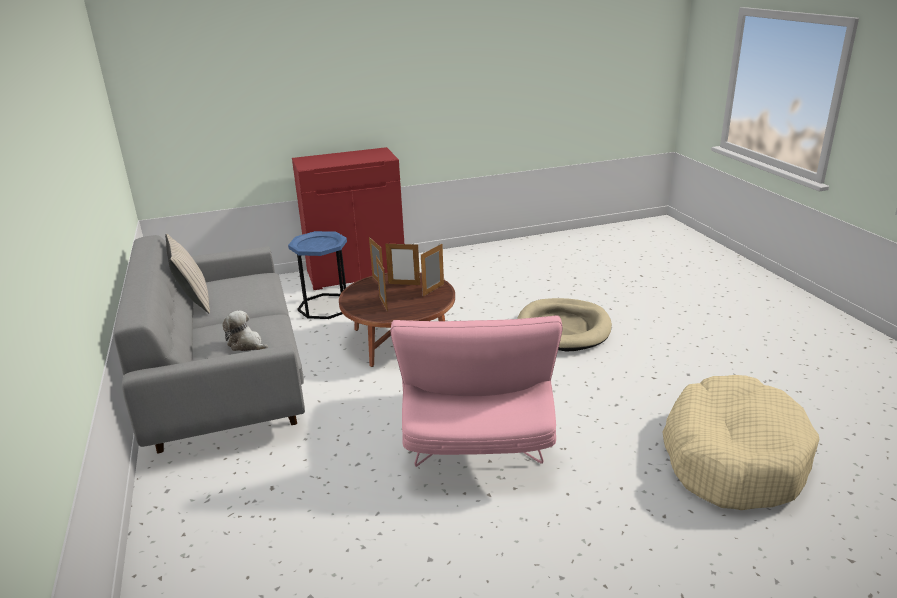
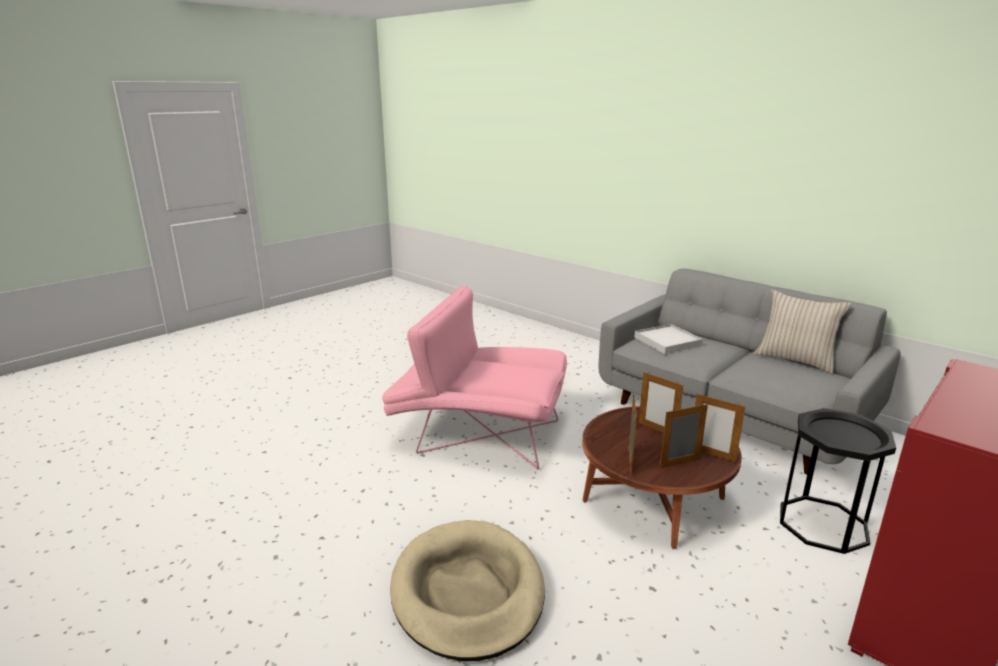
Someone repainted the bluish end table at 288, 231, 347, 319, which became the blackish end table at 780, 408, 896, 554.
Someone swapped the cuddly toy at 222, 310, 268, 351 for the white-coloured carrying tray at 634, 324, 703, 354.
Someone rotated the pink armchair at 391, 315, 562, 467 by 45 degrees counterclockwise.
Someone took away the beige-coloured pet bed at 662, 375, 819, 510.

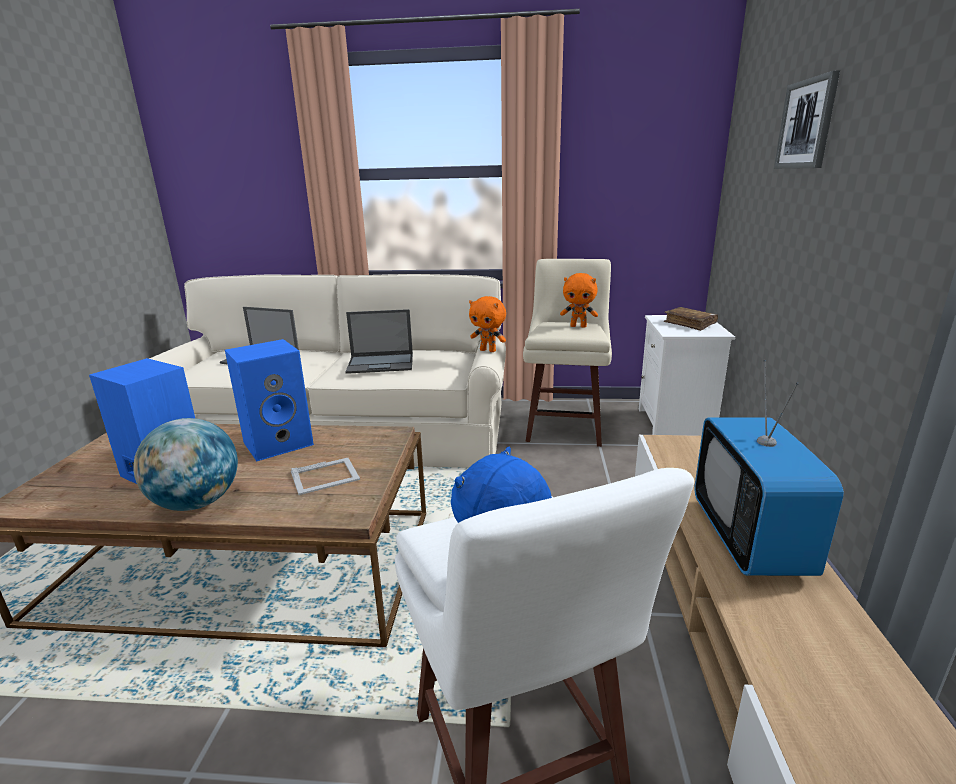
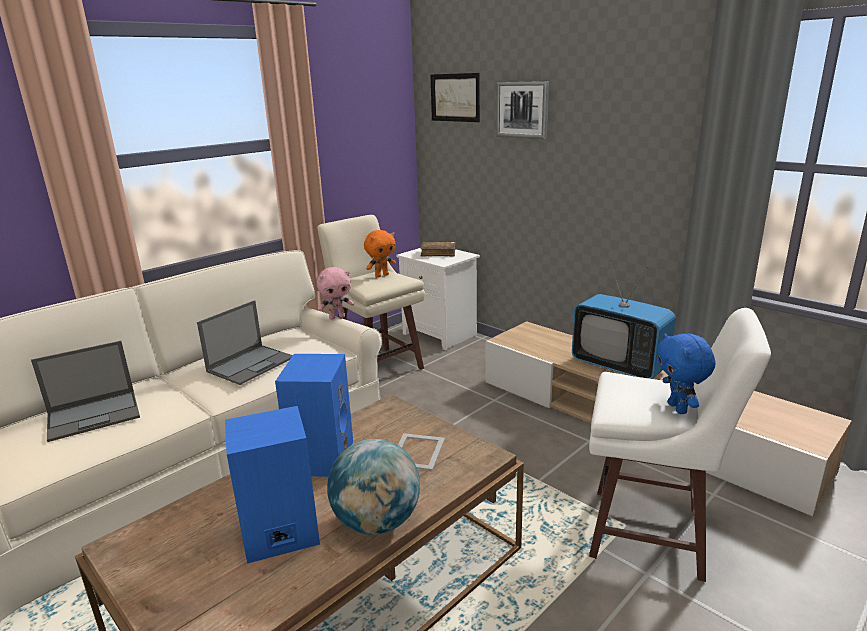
Someone repainted the orange cuddly toy at 469, 296, 506, 352, which became the pink cuddly toy at 317, 267, 354, 320.
Someone put up the wall picture at 430, 73, 480, 122.

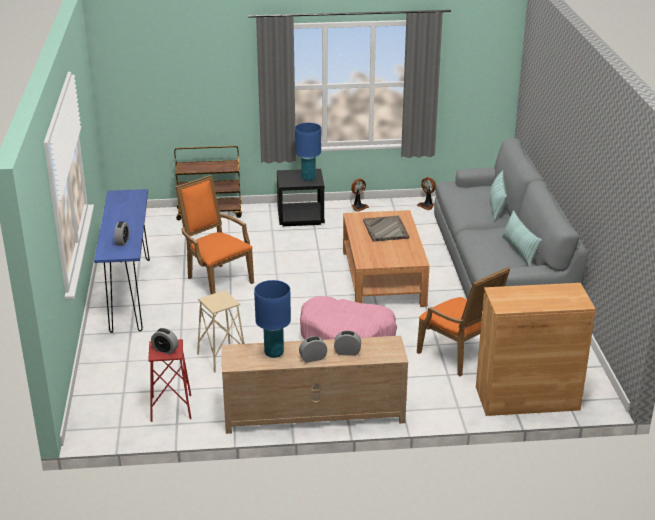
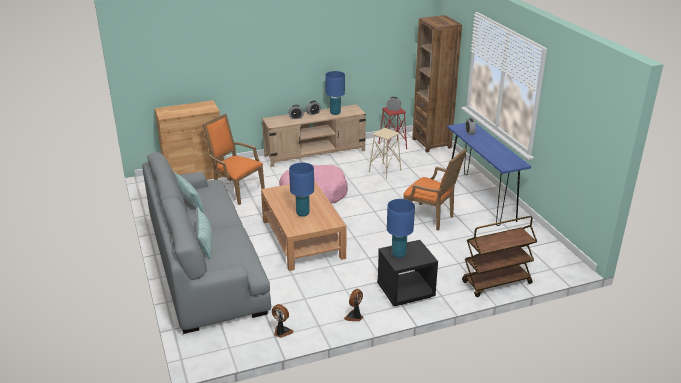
Someone swapped the gray carrying tray at 363, 215, 409, 242 for the bluish lamp for a table at 289, 163, 314, 216.
Someone put down the brownish bookshelf at 412, 15, 462, 152.

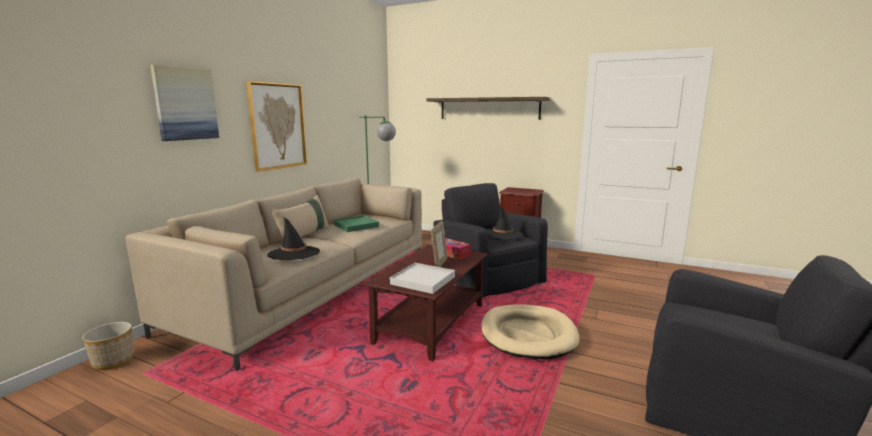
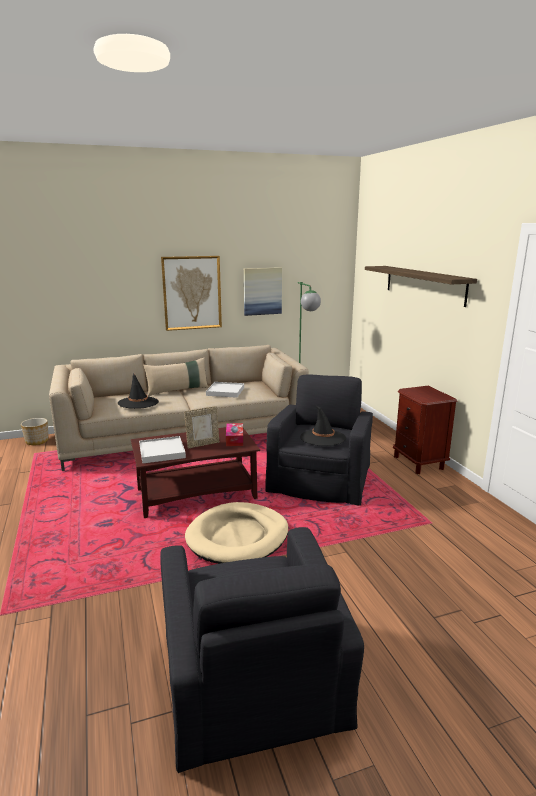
Someone carried the wall picture from 150, 65, 219, 141 to 244, 267, 282, 316.
Someone repainted the green carrying tray at 333, 215, 379, 232, which became the white-coloured carrying tray at 206, 382, 244, 398.

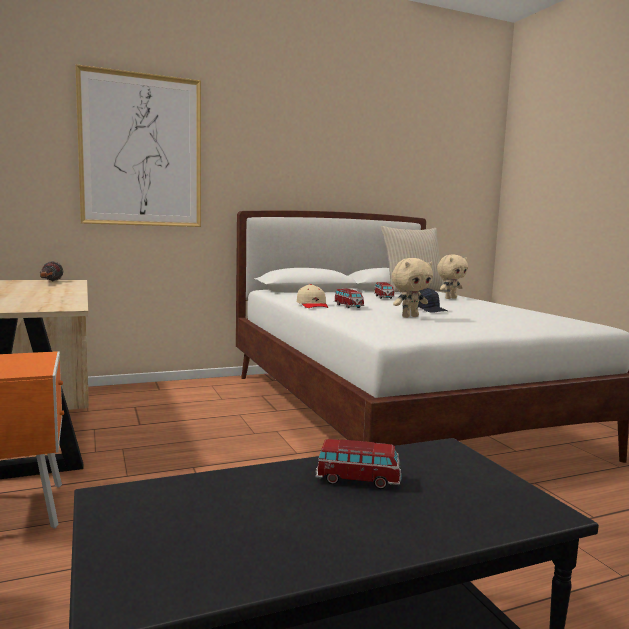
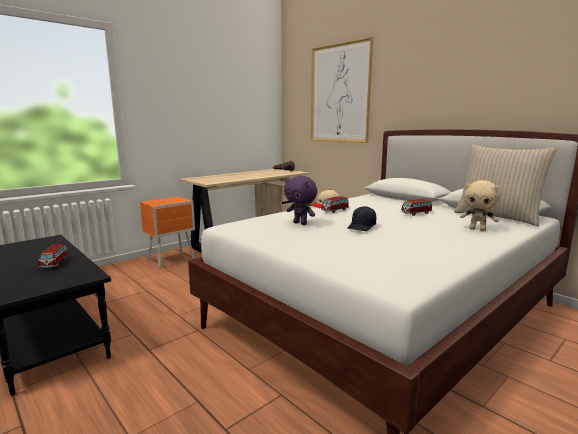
Someone repainted the beige-coloured cuddly toy at 392, 258, 433, 318, which became the purple-coloured cuddly toy at 284, 176, 318, 225.

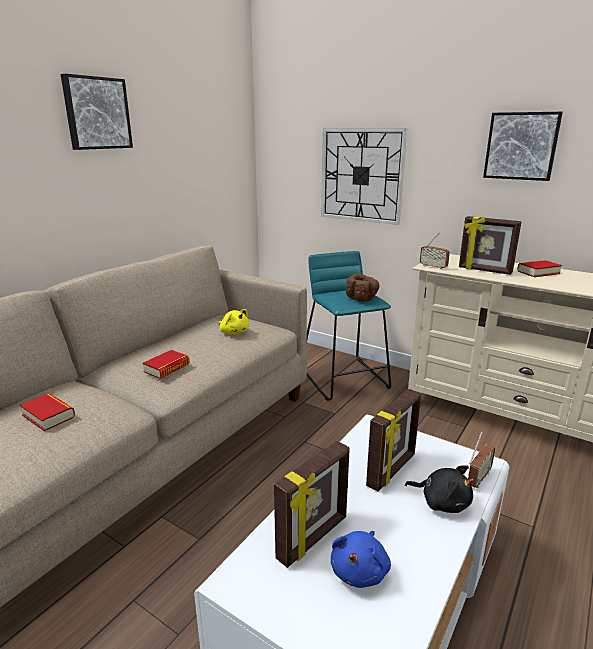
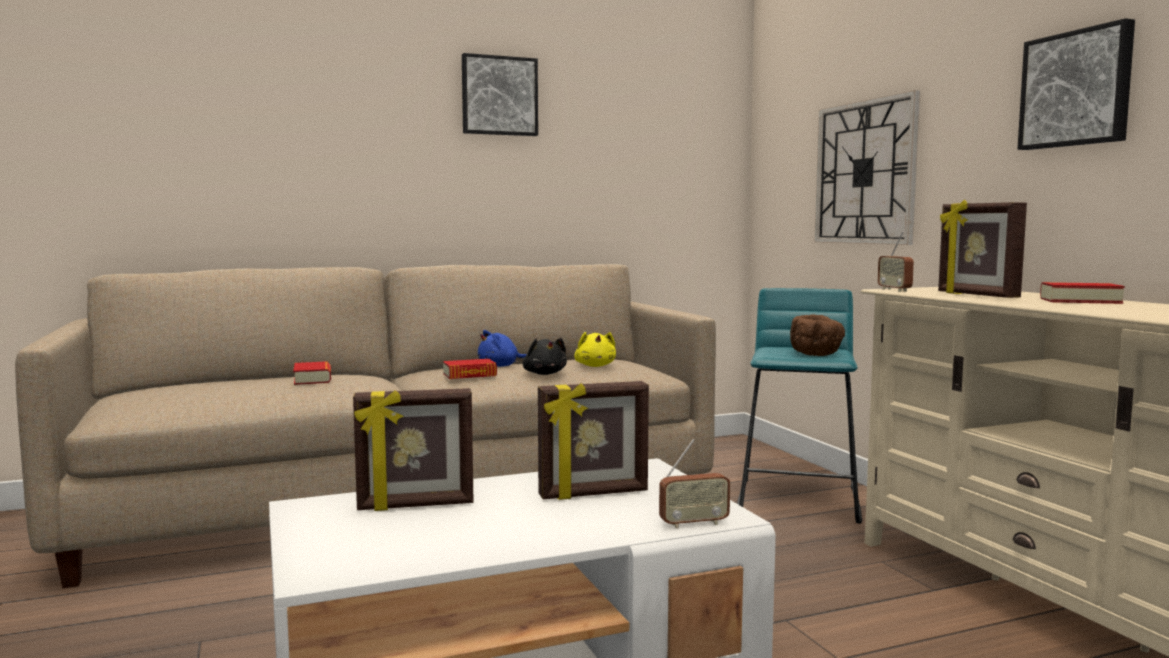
Someone carried the blackish cuddly toy from 405, 465, 474, 513 to 523, 338, 567, 375.
Someone carried the bluish cuddly toy from 331, 531, 391, 588 to 478, 330, 527, 367.

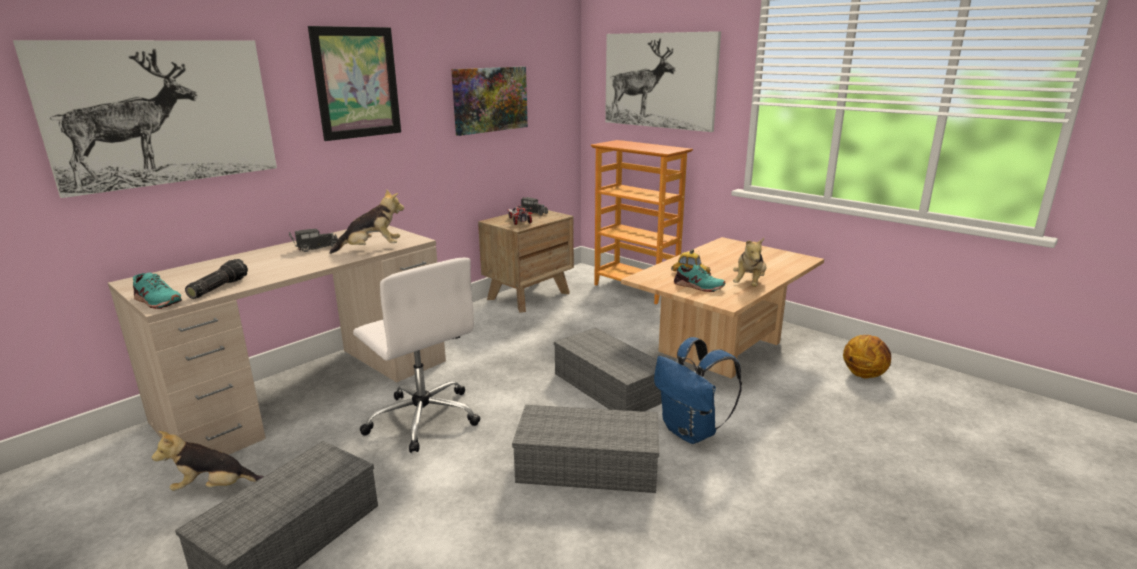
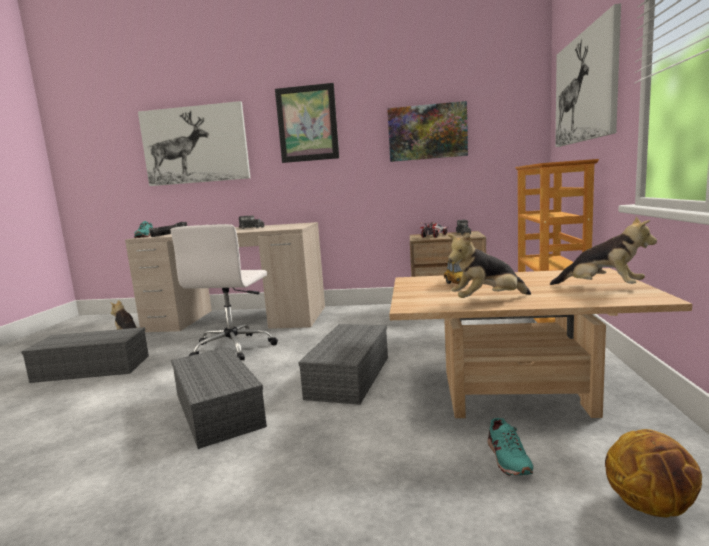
Someone carried the cuddly toy from 329, 189, 404, 254 to 550, 217, 657, 285.
Someone carried the turquoise-coloured low shoe from 674, 264, 725, 292 to 487, 418, 533, 476.
Someone took away the bluish knapsack at 654, 337, 742, 444.

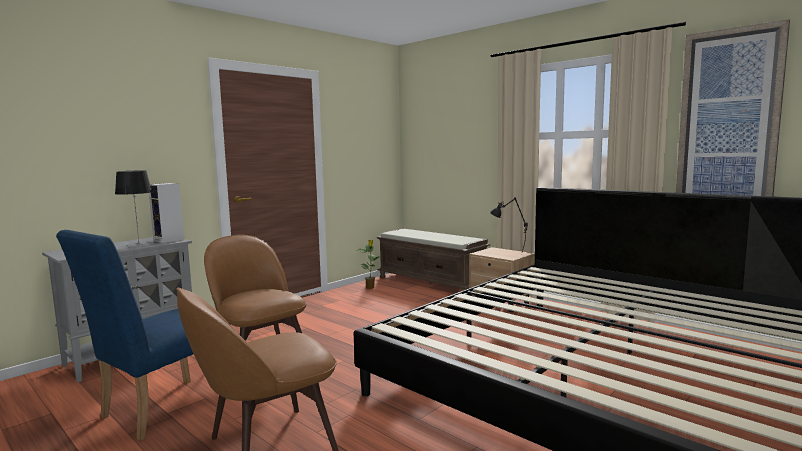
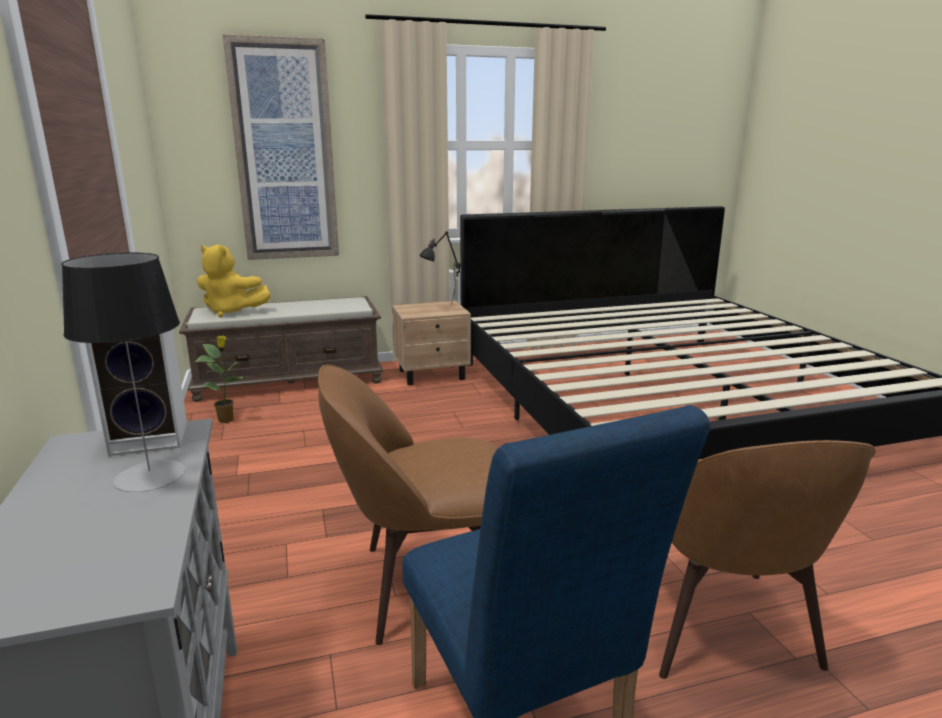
Someone carried the wall picture from 676, 19, 790, 197 to 223, 34, 339, 260.
Someone put down the yellow cuddly toy at 197, 245, 270, 317.

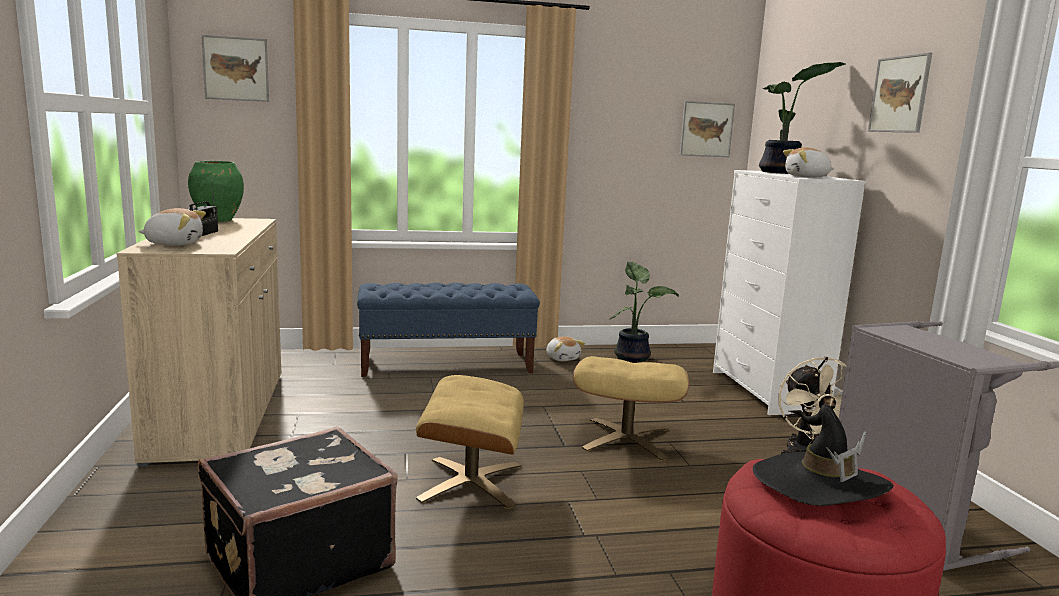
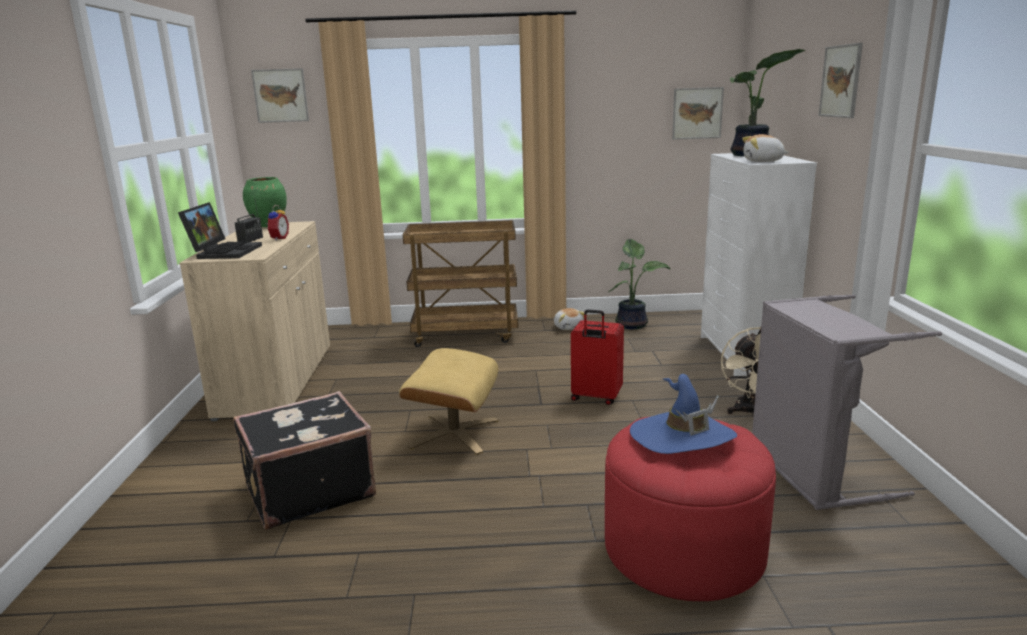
Someone swapped the cuddly toy at 138, 208, 206, 246 for the portable computer at 178, 202, 262, 259.
Someone swapped the bluish indoor bench at 357, 282, 540, 377 for the brownish wheeled cart at 403, 220, 518, 347.
Someone swapped the beige-coloured footrest at 573, 356, 689, 461 for the red-coloured piece of luggage at 571, 309, 624, 405.
Someone repainted the blackish clothing hat at 753, 404, 894, 506, which became the bluish clothing hat at 630, 374, 737, 454.
Someone put down the bedside clock at 266, 205, 289, 241.

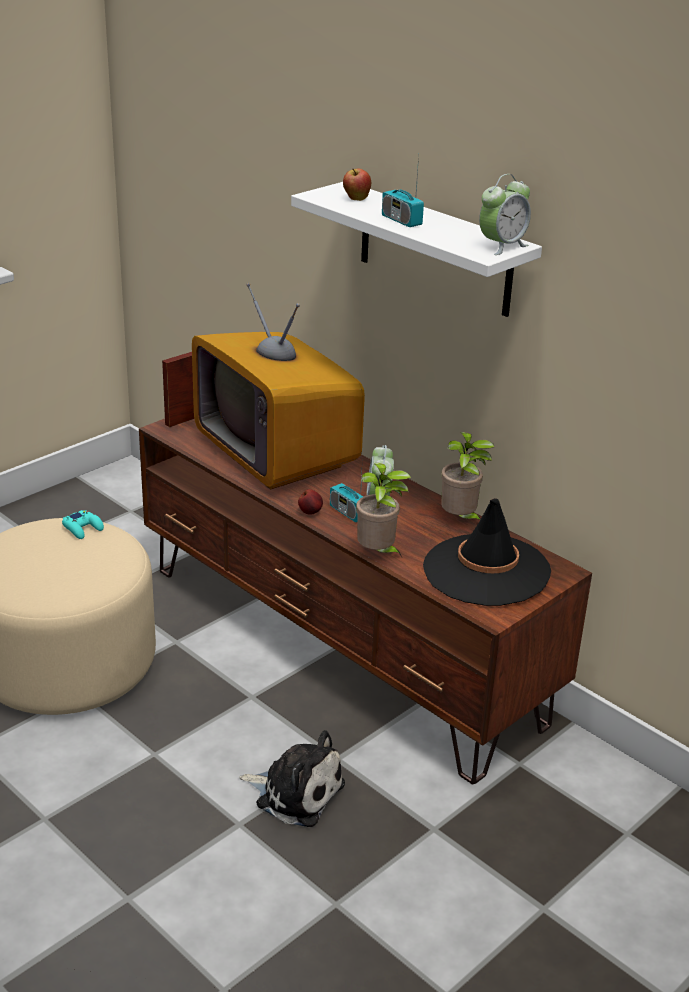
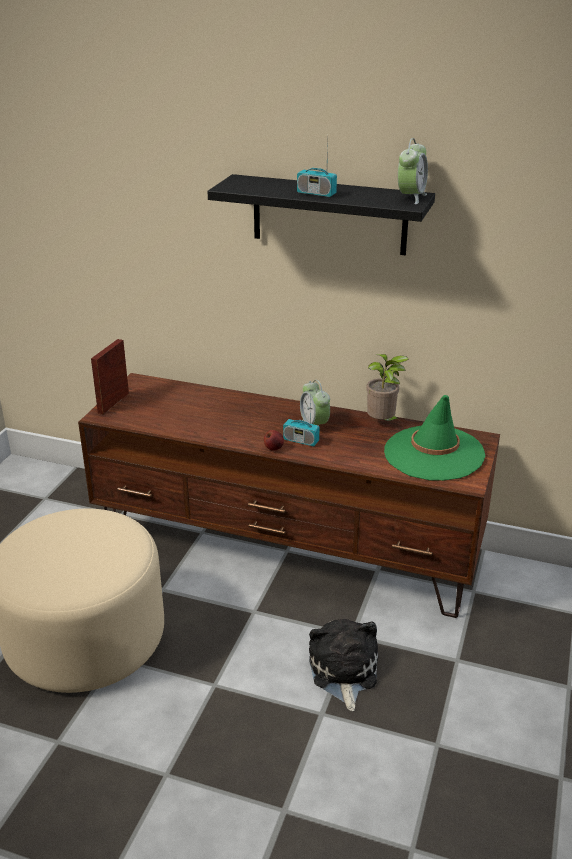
Someone took away the apple fruit at 343, 168, 371, 201.
Someone repainted the white-coloured wall shelf at 291, 182, 542, 317, which became the blackish wall shelf at 207, 174, 435, 255.
Someone took away the TV set at 192, 283, 365, 489.
Someone took away the potted plant at 356, 463, 411, 557.
Someone repainted the blackish clothing hat at 423, 498, 551, 606, which became the green clothing hat at 384, 395, 485, 481.
Someone took away the turquoise-coloured joypad at 62, 510, 104, 539.
Someone rotated the cuddly toy at 239, 730, 345, 827 by 90 degrees counterclockwise.

